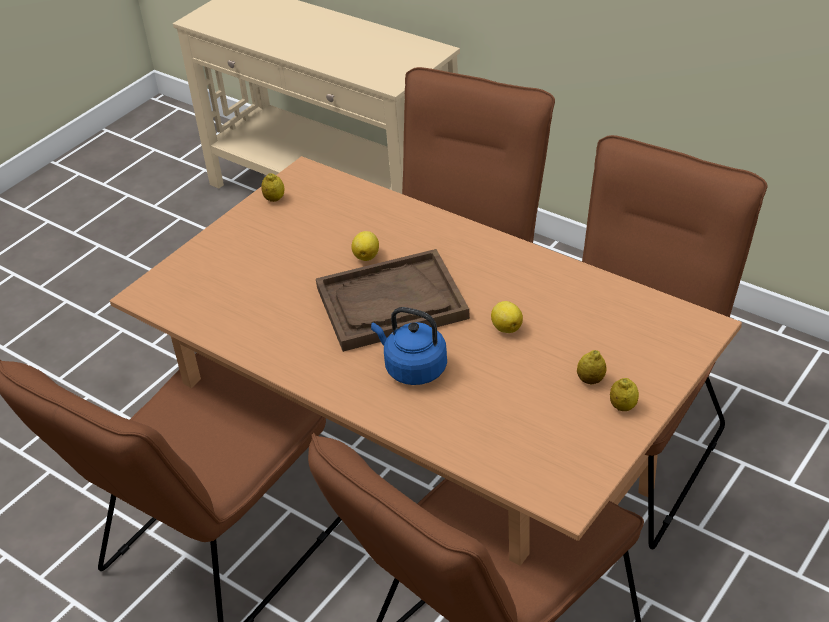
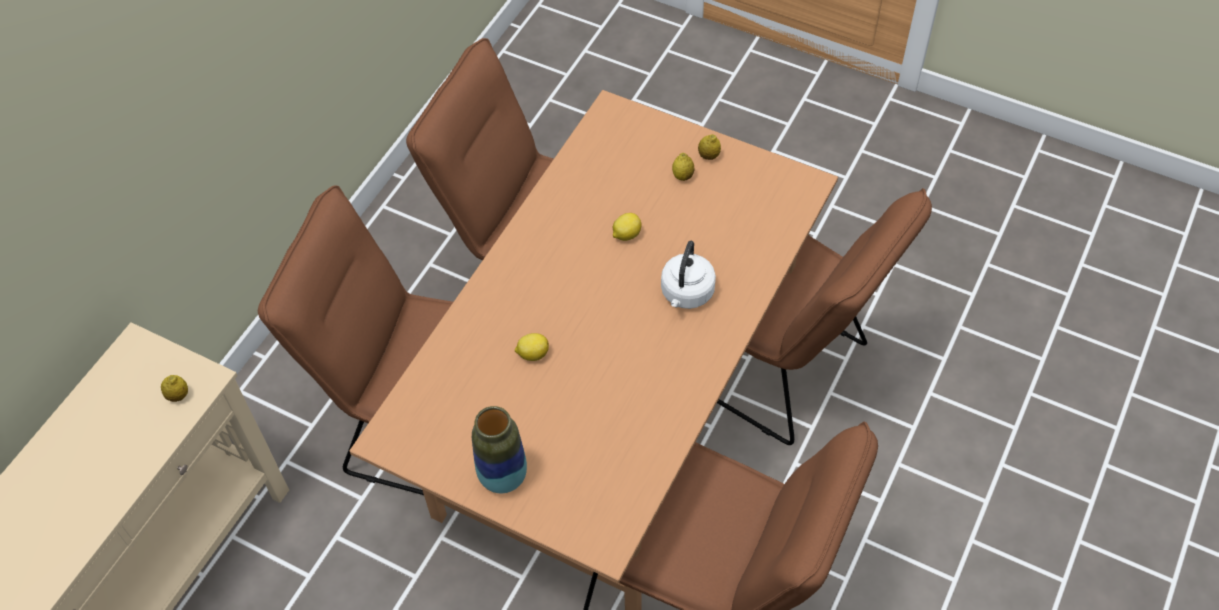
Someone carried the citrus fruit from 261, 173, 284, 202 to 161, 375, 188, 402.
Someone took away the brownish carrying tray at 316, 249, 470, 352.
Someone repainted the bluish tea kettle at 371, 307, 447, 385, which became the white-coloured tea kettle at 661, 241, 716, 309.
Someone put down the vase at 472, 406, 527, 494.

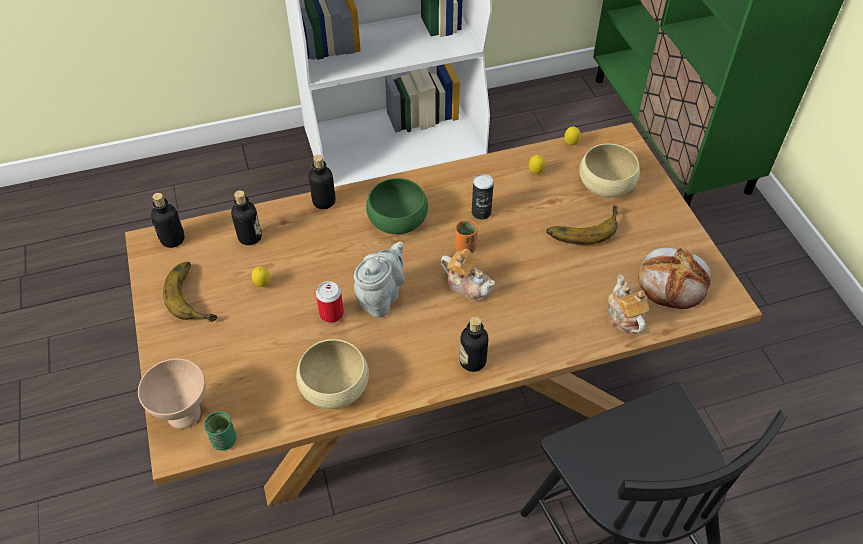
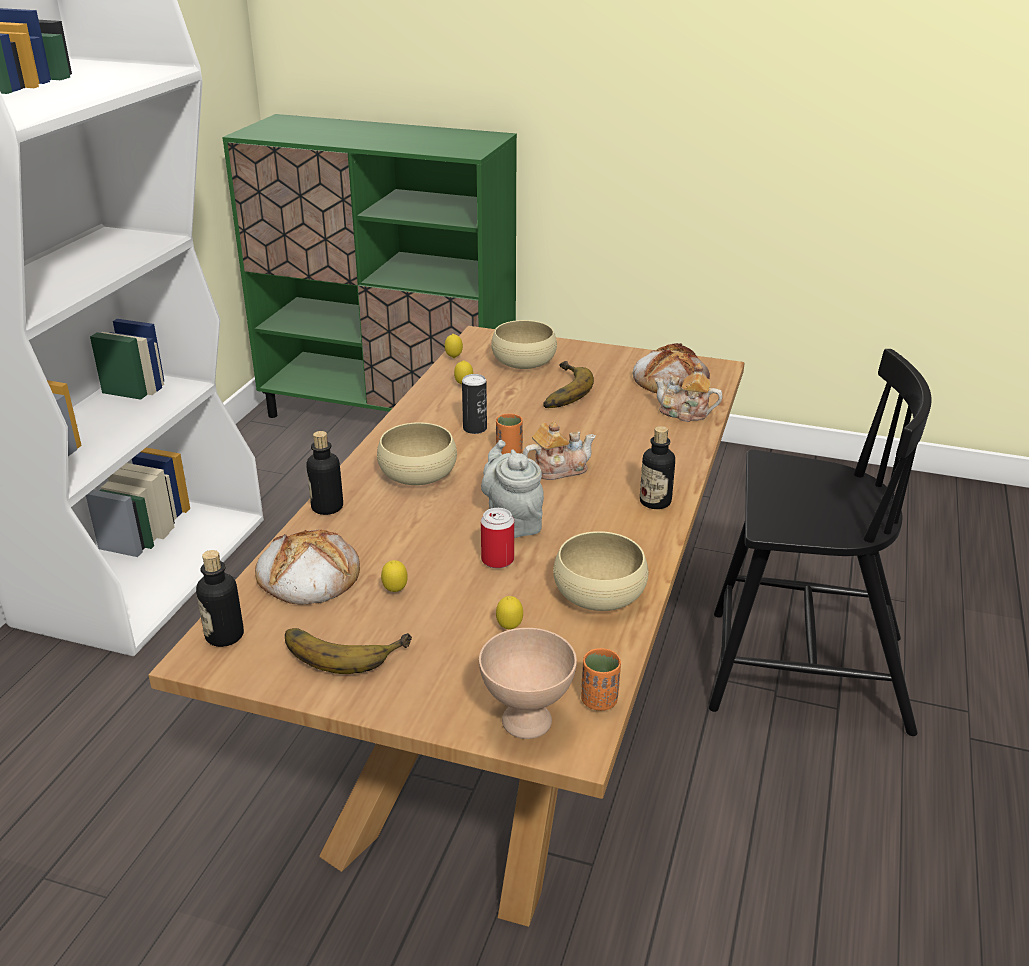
Someone repainted the green bowl at 366, 178, 428, 234, which became the beige-coloured bowl at 377, 422, 457, 485.
Someone swapped the drink bottle at 231, 190, 262, 245 for the bread at 255, 530, 360, 605.
Someone repainted the green small cup at 204, 411, 237, 451, which became the orange small cup at 581, 648, 621, 711.
Someone put down the citrus fruit at 496, 596, 523, 629.

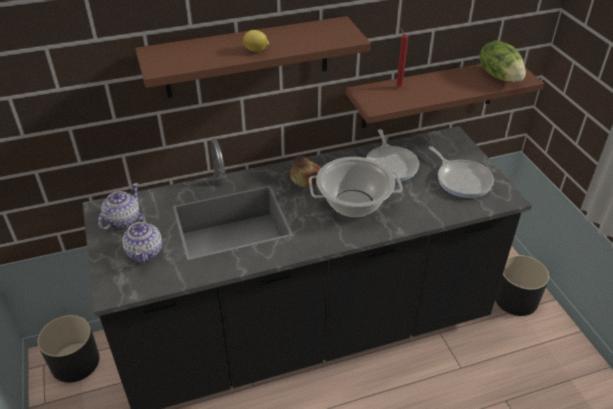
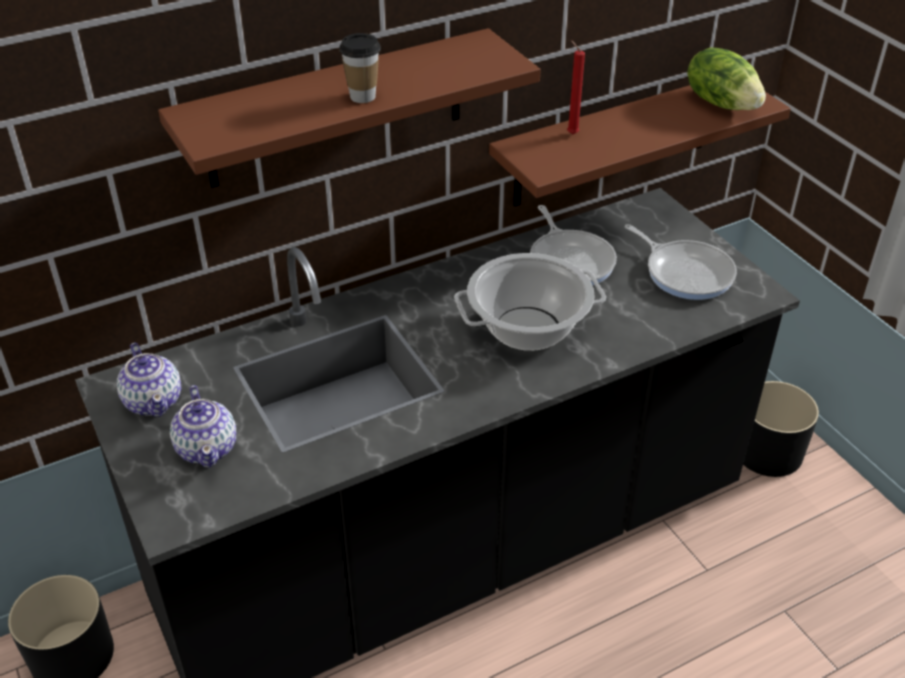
Someone swapped the citrus fruit at 243, 30, 269, 52 for the small cup at 339, 33, 381, 103.
Someone took away the bread at 290, 156, 321, 187.
Someone rotated the teapot at 98, 183, 140, 230 by 135 degrees clockwise.

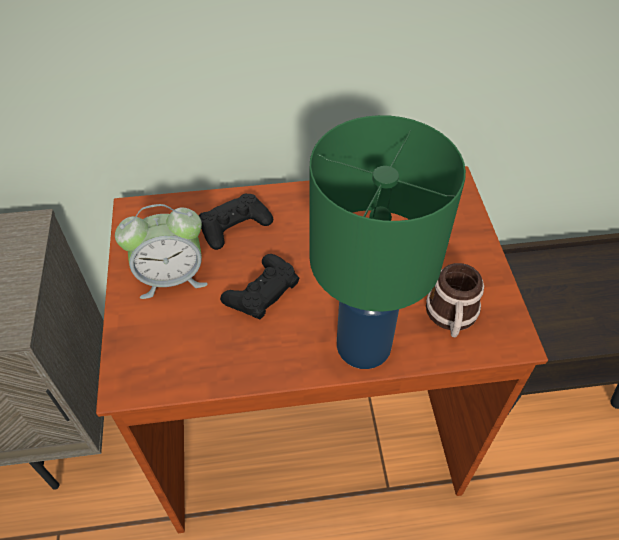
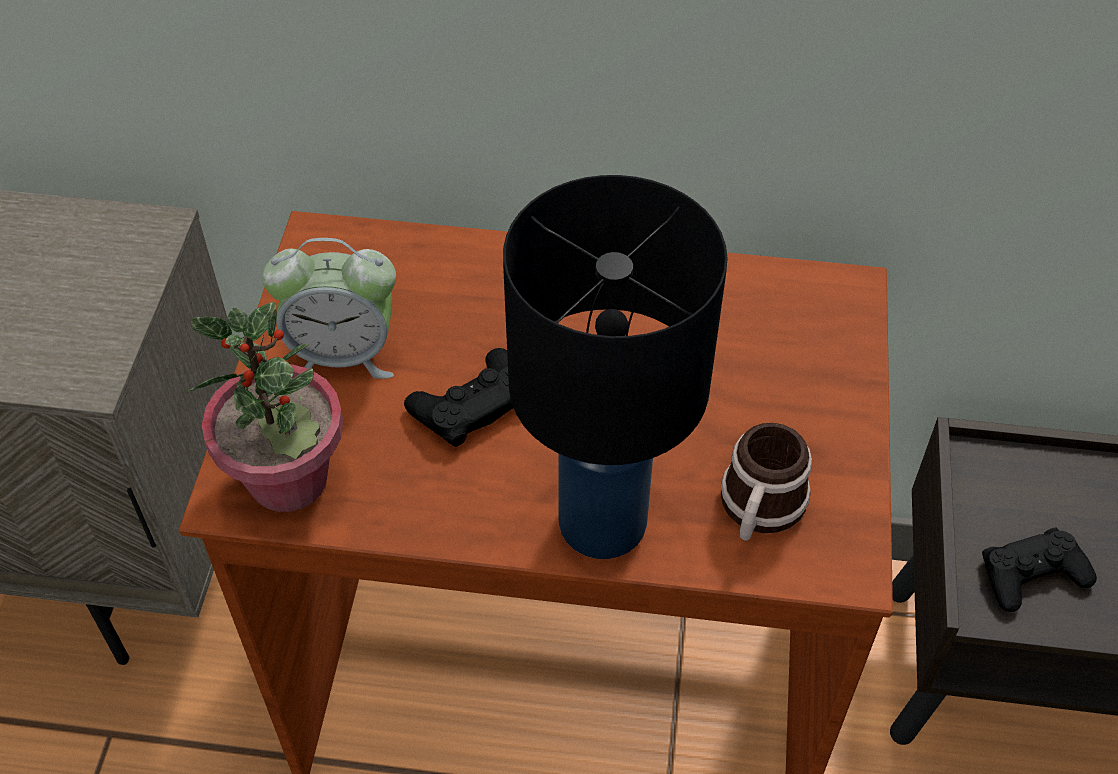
Someone repainted the green lamp for a table at 309, 115, 466, 369, which became the blackish lamp for a table at 503, 175, 728, 559.
Someone carried the blackish joypad from 199, 193, 273, 250 to 982, 527, 1097, 612.
Someone put down the potted plant at 188, 302, 343, 512.

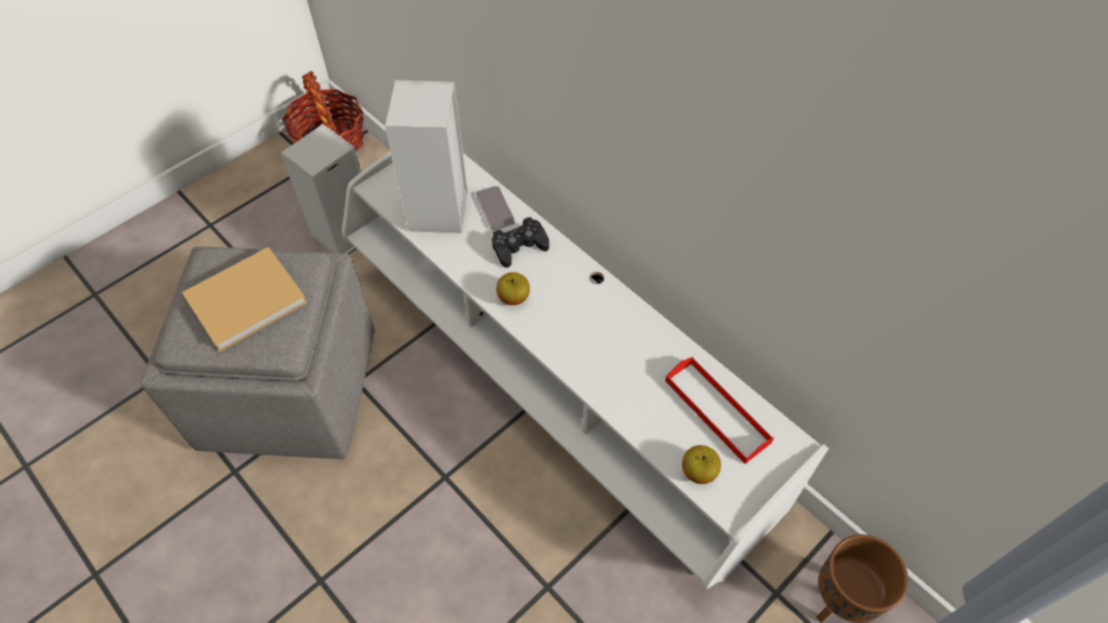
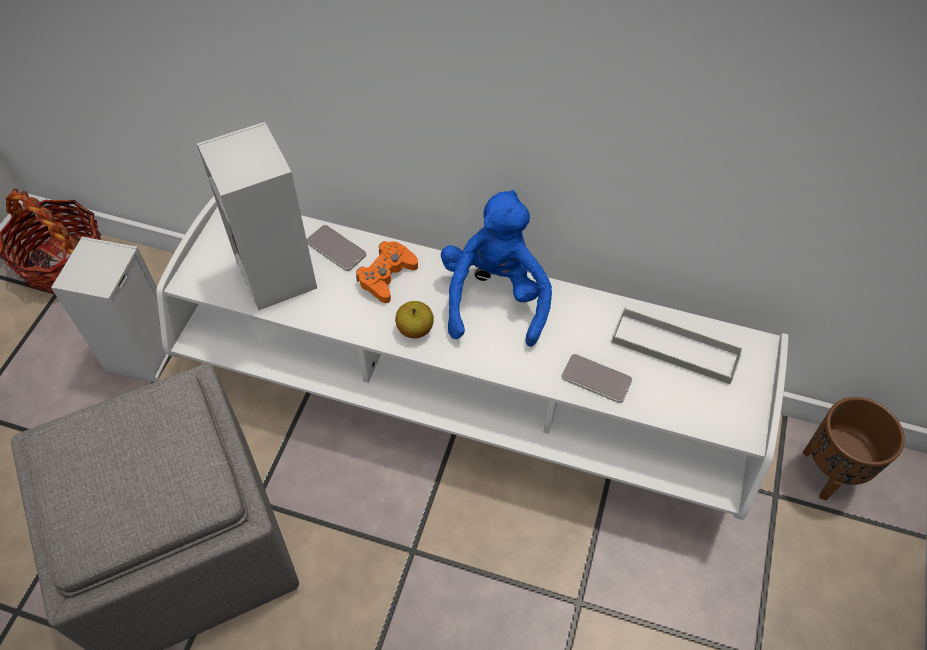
Someone repainted the blackish joypad at 492, 217, 549, 268, which became the orange joypad at 356, 241, 418, 303.
Someone took away the beige-coloured bound book at 182, 247, 307, 352.
Someone repainted the red-coloured carrying tray at 665, 357, 774, 464, which became the gray carrying tray at 611, 307, 742, 384.
Someone took away the apple fruit at 682, 445, 721, 484.
Someone put down the bluish cuddly toy at 441, 190, 552, 347.
Someone put down the phone at 562, 354, 632, 403.

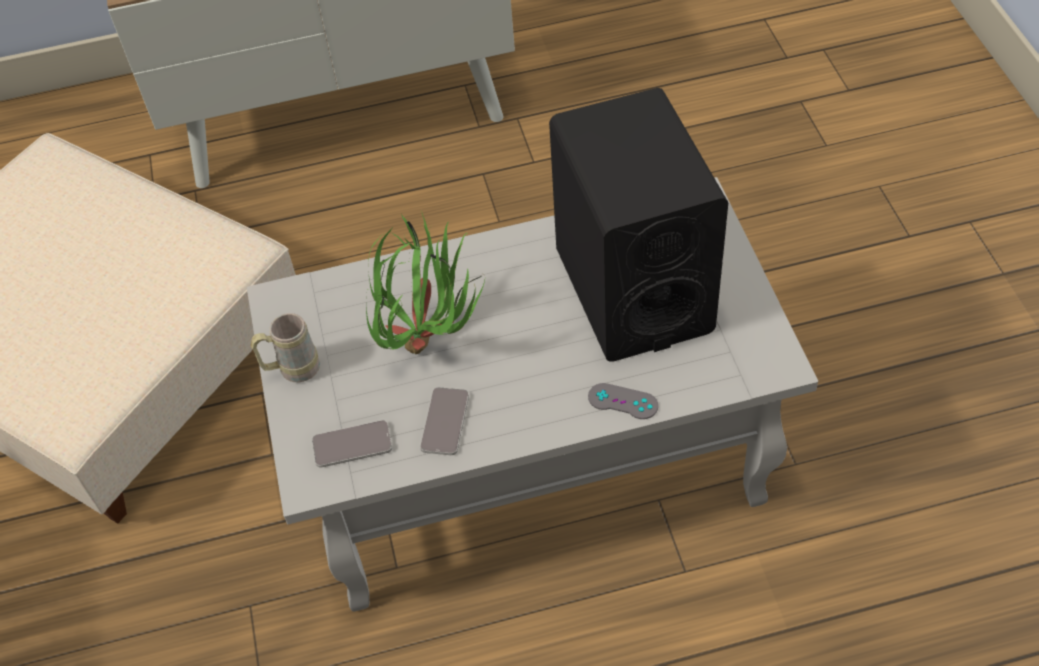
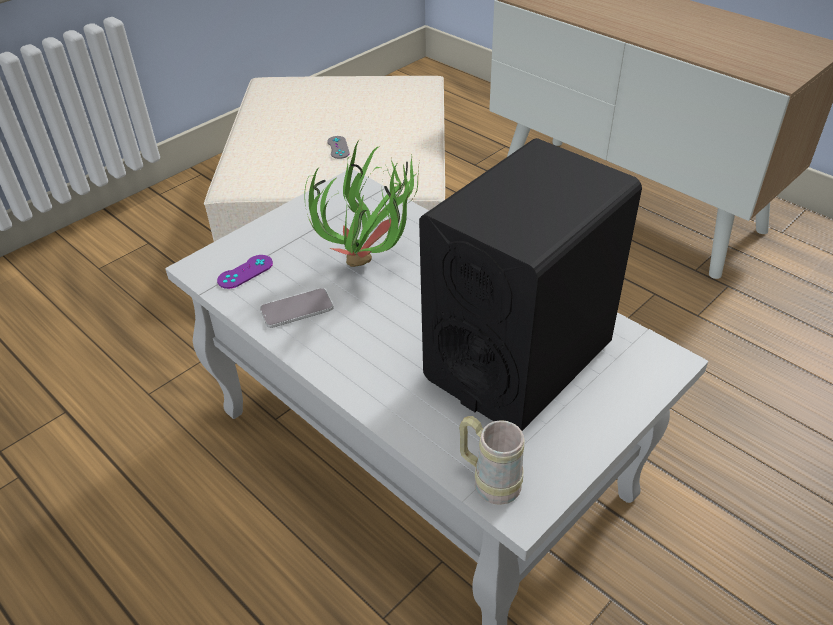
Someone carried the beige-coloured coffee mug from 251, 313, 320, 382 to 459, 416, 524, 505.
Someone carried the gray joypad from 588, 383, 658, 419 to 327, 136, 350, 159.
Someone swapped the phone at 312, 420, 392, 467 for the purple-coloured joypad at 217, 255, 273, 289.

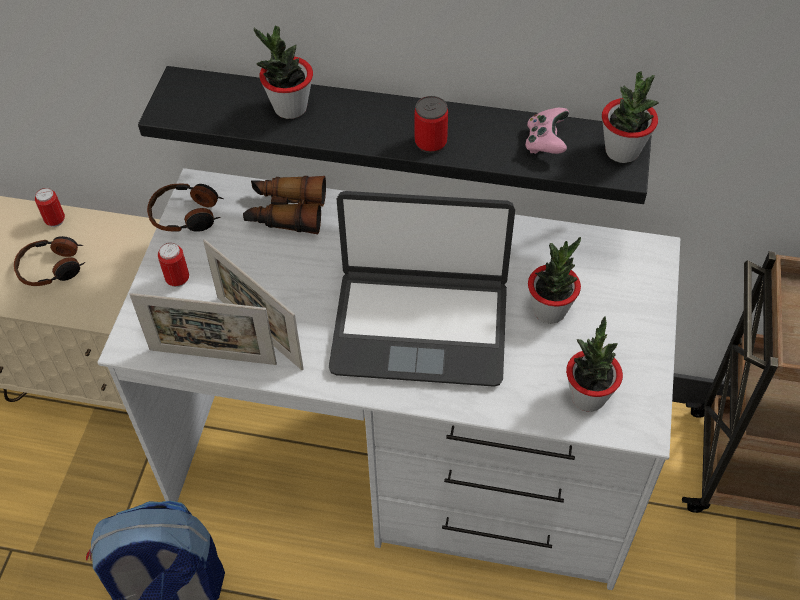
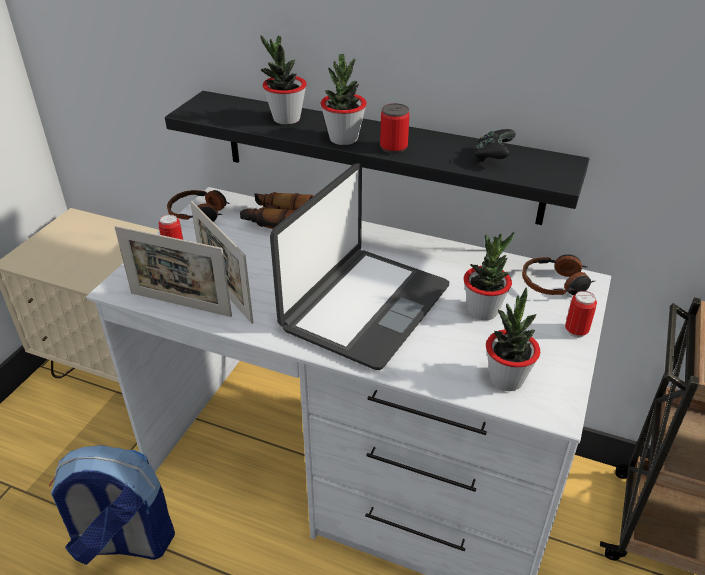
Someone carried the potted plant from 602, 71, 659, 163 to 320, 54, 367, 145.
Someone repainted the pink joypad at 525, 108, 569, 154, which became the blackish joypad at 474, 129, 516, 162.
Someone carried the metal can from 35, 188, 65, 227 to 565, 291, 597, 338.
Someone rotated the portable computer at 329, 191, 515, 387 by 75 degrees counterclockwise.
Someone carried the headphones from 14, 236, 85, 286 to 522, 254, 594, 295.

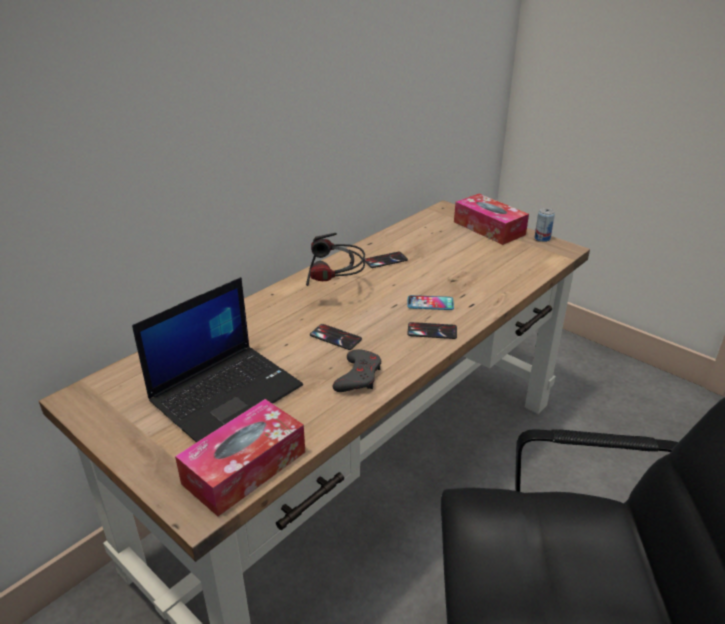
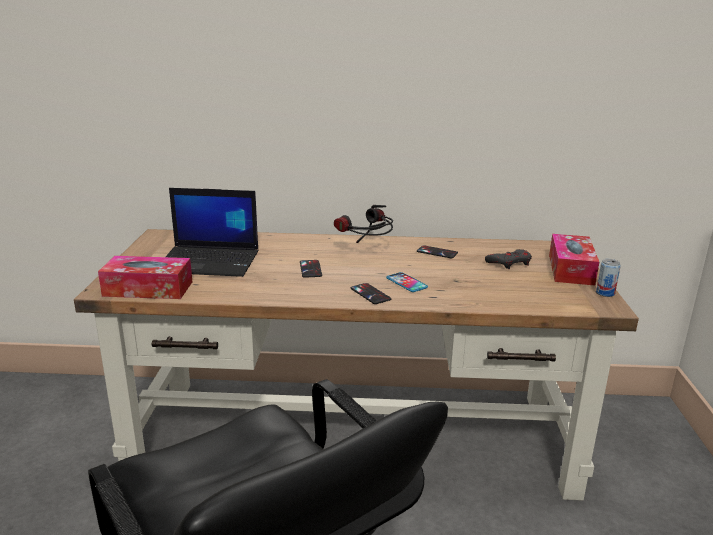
Someone carried the gray joypad from 333, 349, 381, 392 to 485, 249, 532, 269.

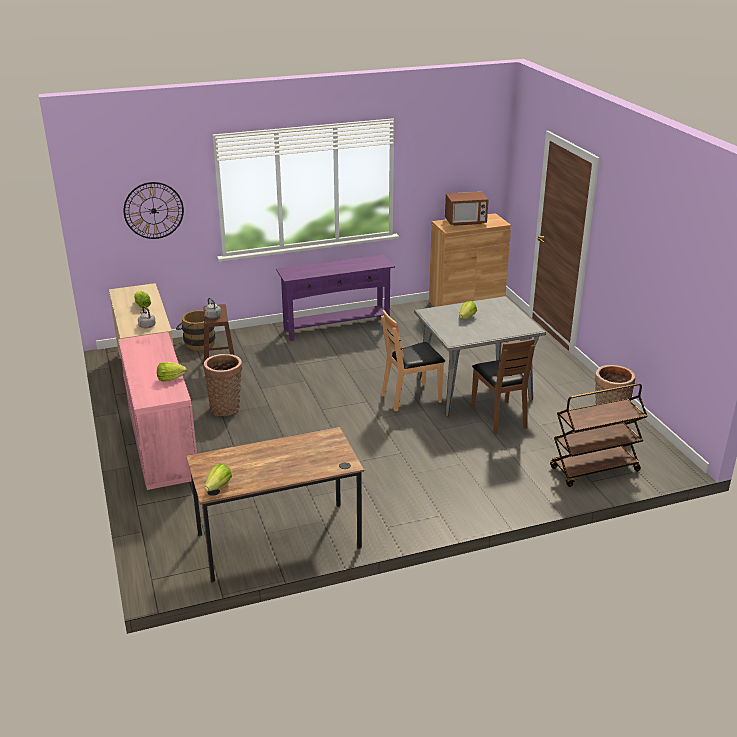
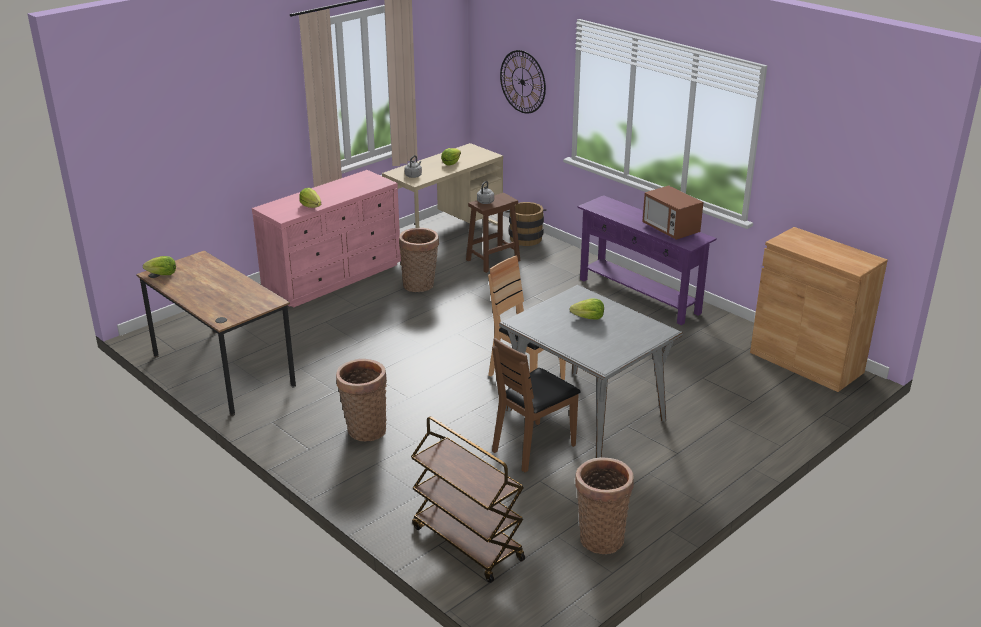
Someone carried the kitchen microwave from 445, 192, 489, 226 to 642, 186, 703, 240.
Someone put down the basket at 336, 359, 387, 441.

